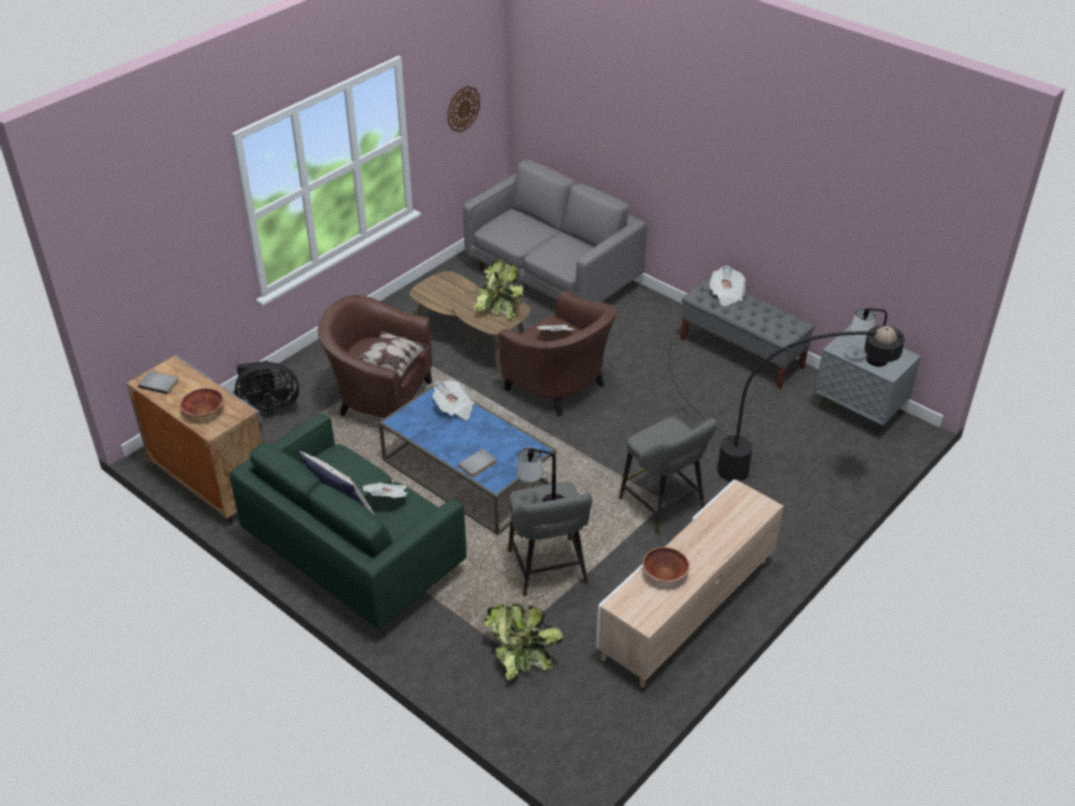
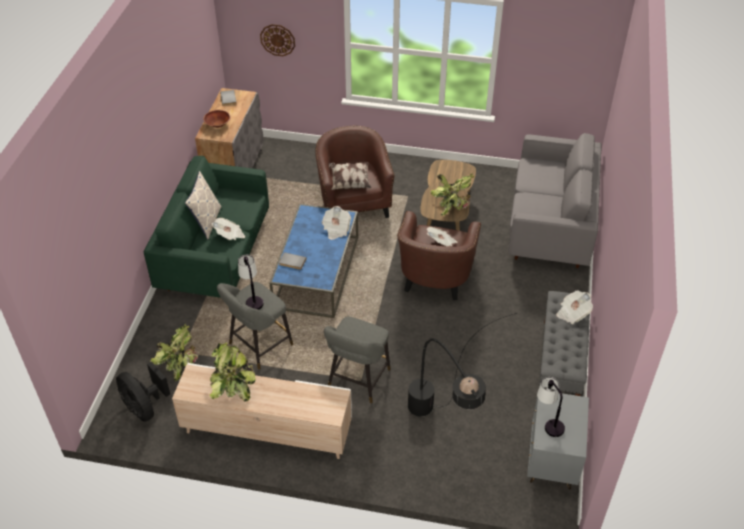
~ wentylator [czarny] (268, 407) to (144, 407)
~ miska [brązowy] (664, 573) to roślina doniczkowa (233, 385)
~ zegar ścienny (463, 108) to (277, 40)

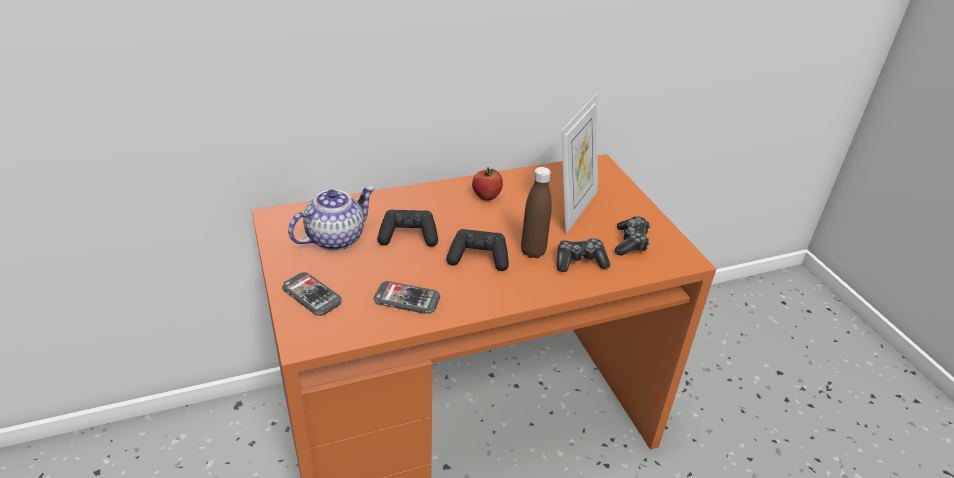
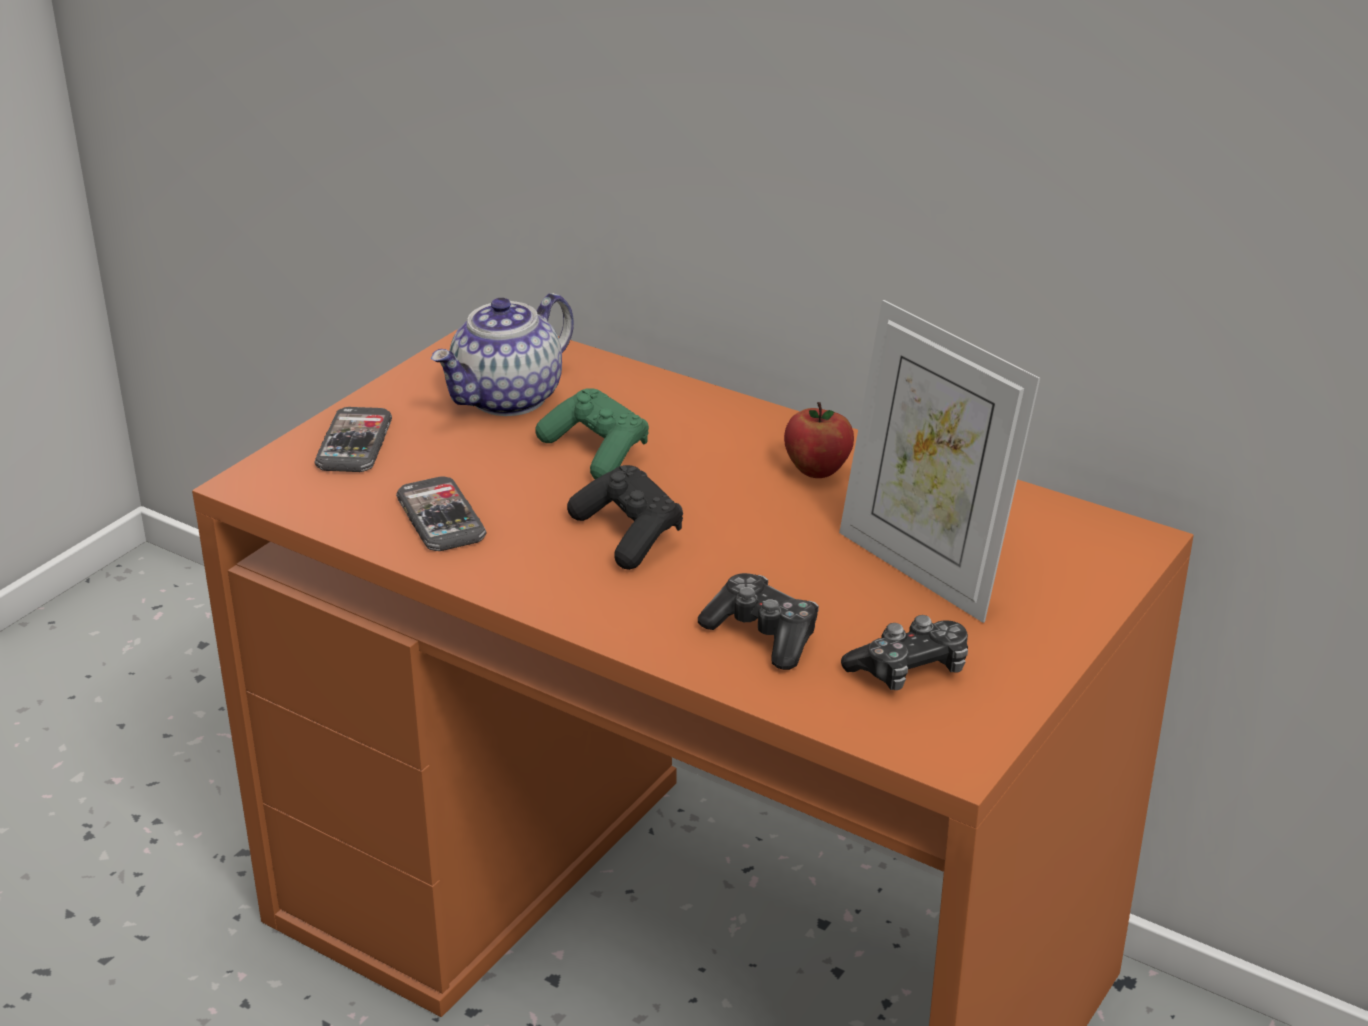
~ imbryk (335, 237) = (508, 399) 120 degrees clockwise
~ pad do gier [czarny] (408, 236) to pad do gier [zielony] (596, 452)
~ ramka na zdjęcie (574, 208) = (924, 568) 60 degrees clockwise
- butelka [brązowy] (533, 252)

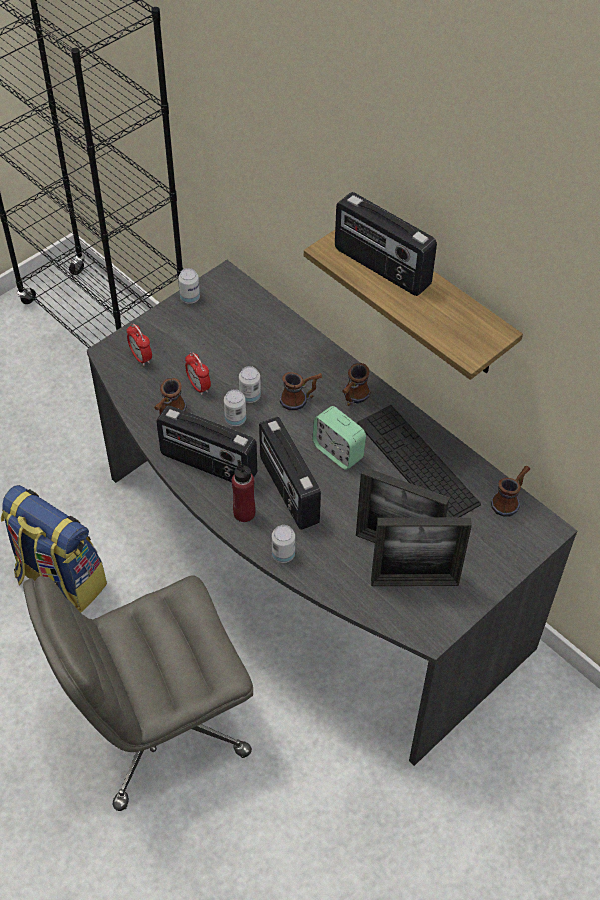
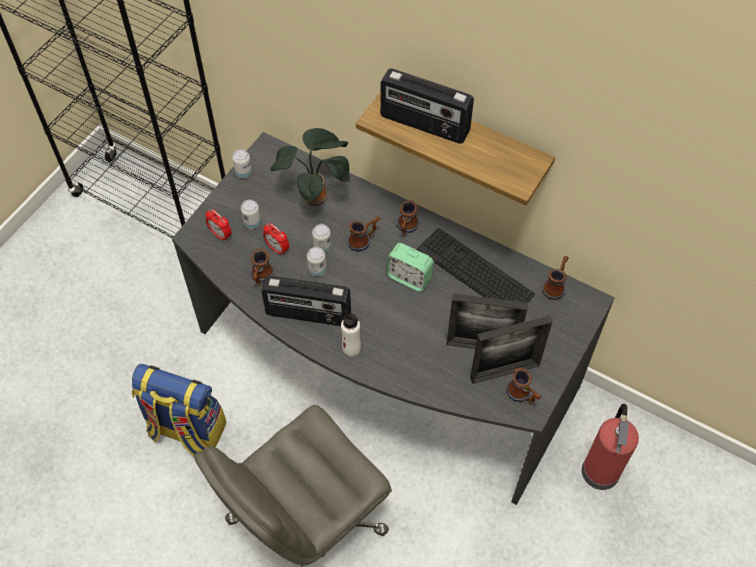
~ puszka (283, 554) to (252, 223)
+ roślina doniczkowa (317, 196)
~ butelka [czerwony] (244, 513) to butelka [biały] (351, 348)
+ kubek (522, 396)
+ gaśnica (601, 469)
- radio (288, 490)

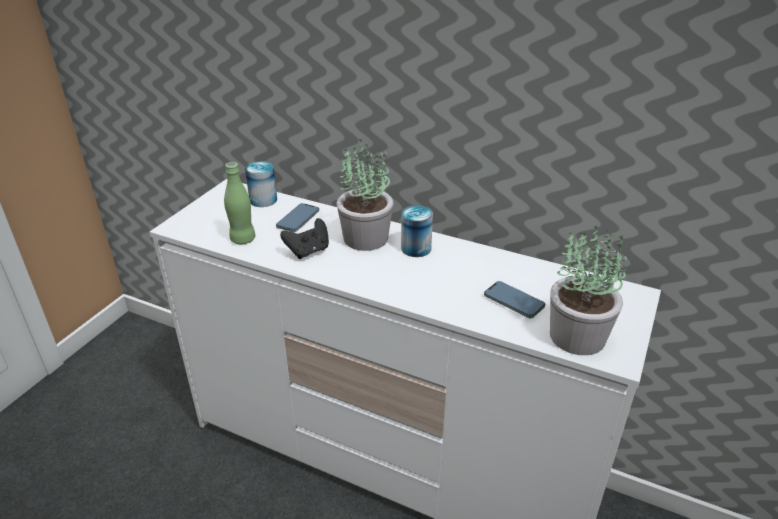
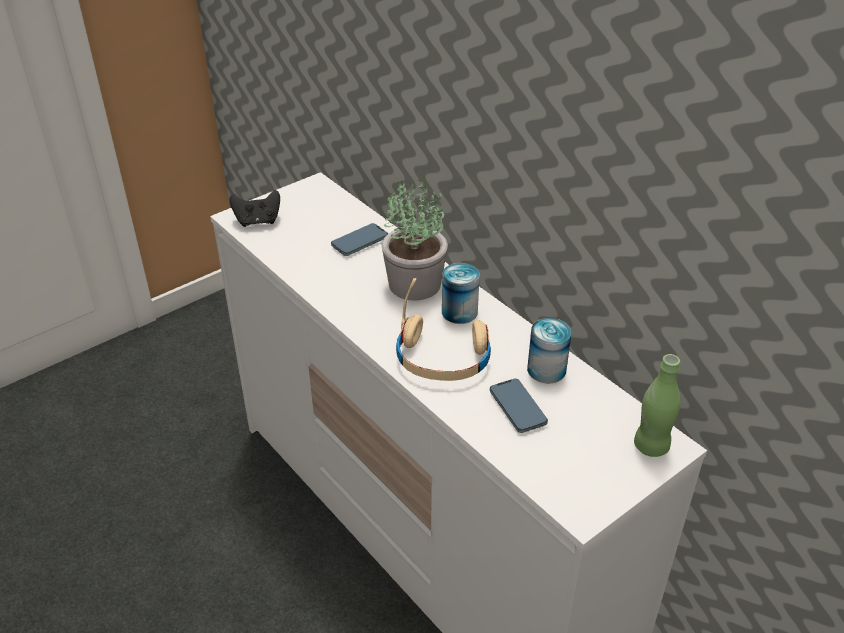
~ pad do gier [czarny] (308, 251) to (258, 221)
+ słuchawki [beżowy] (443, 358)
~ puszka (263, 200) to (546, 369)
~ butelka [zielony] (243, 239) to (651, 446)
- roślina doniczkowa (577, 335)

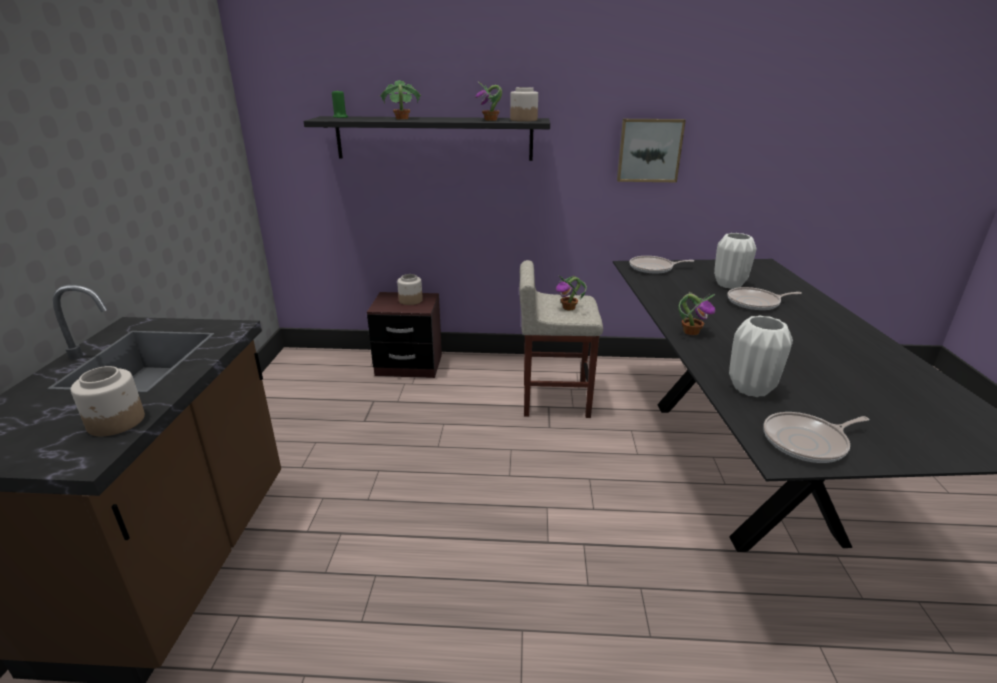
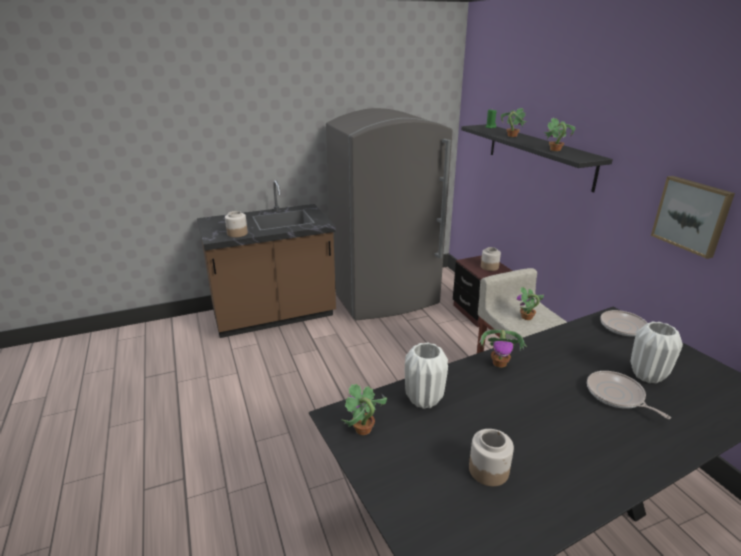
+ lodówka [szary] (385, 298)
~ patelnia (807, 442) to roślina doniczkowa (363, 429)
~ słoik (523, 120) to (488, 470)

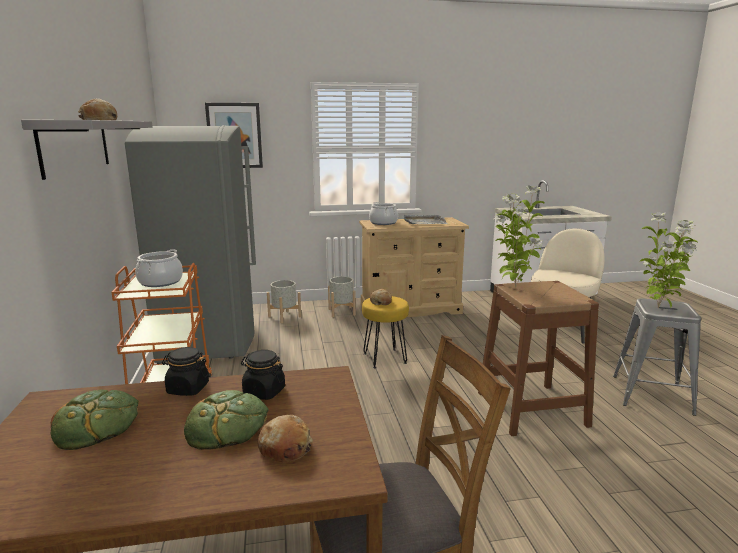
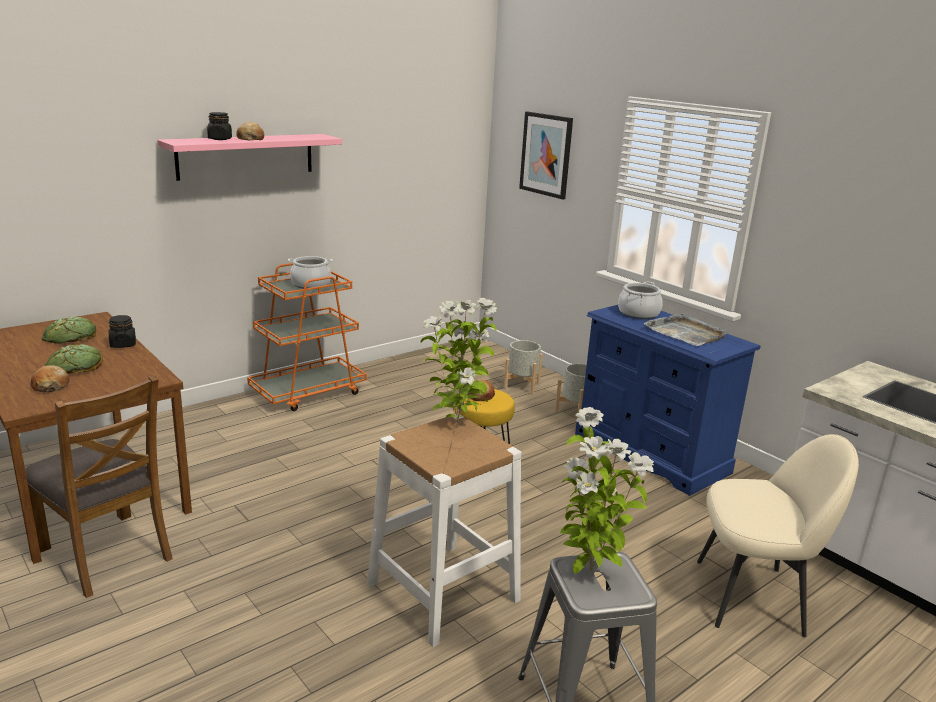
~ półka [szary] (76, 145) to półka [różowy] (246, 156)
~ słoik [czarny] (264, 392) to (220, 139)
~ stołek [brązowy] (531, 408) to stołek [biały] (442, 591)
~ komoda [beżowy] (410, 309) to komoda [niebieski] (650, 453)
- lodówka [szary] (209, 339)

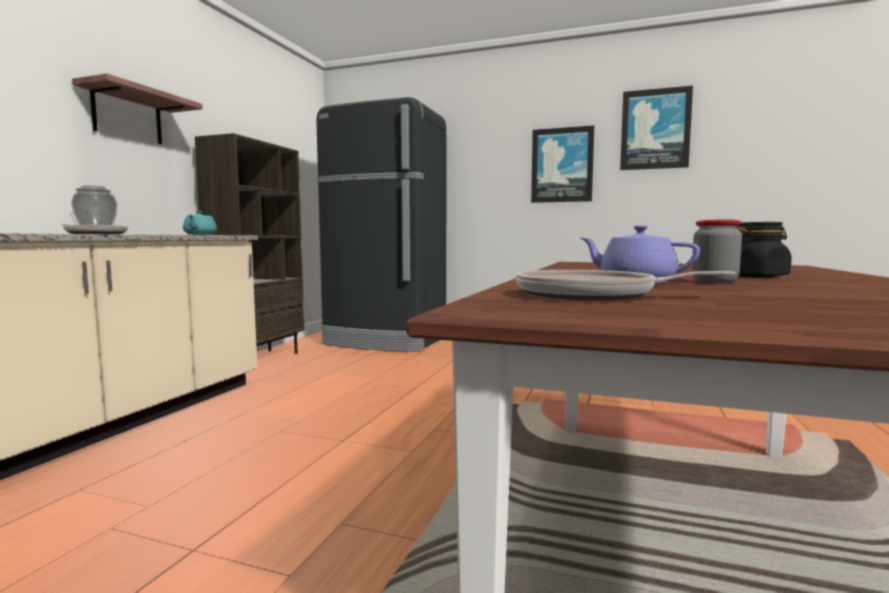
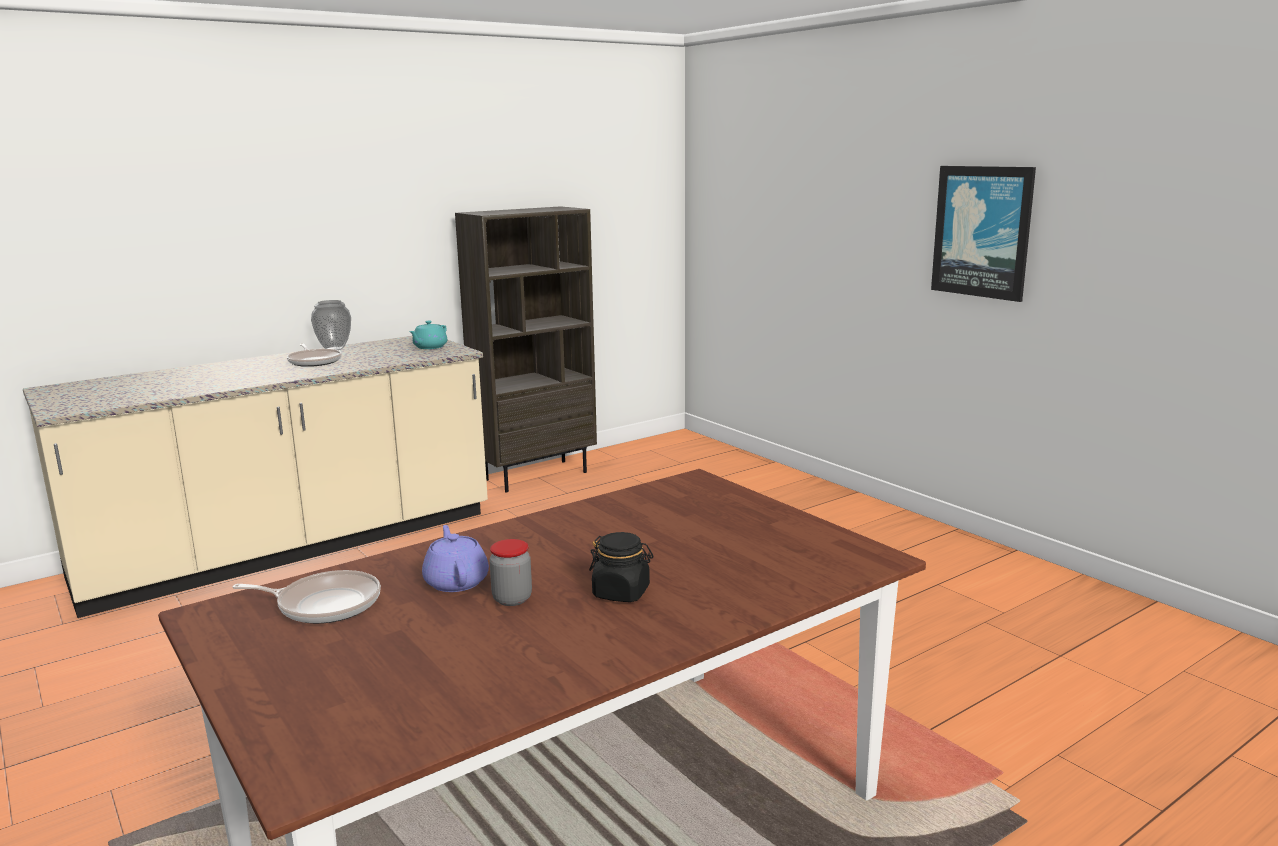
~ patelnia (592, 295) = (324, 604) 135 degrees clockwise
- półka (127, 116)
- lodówka [czarny] (386, 341)
- obraz (655, 129)

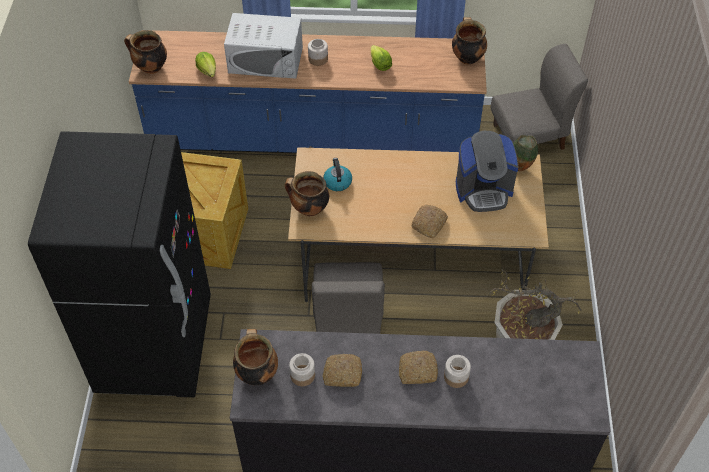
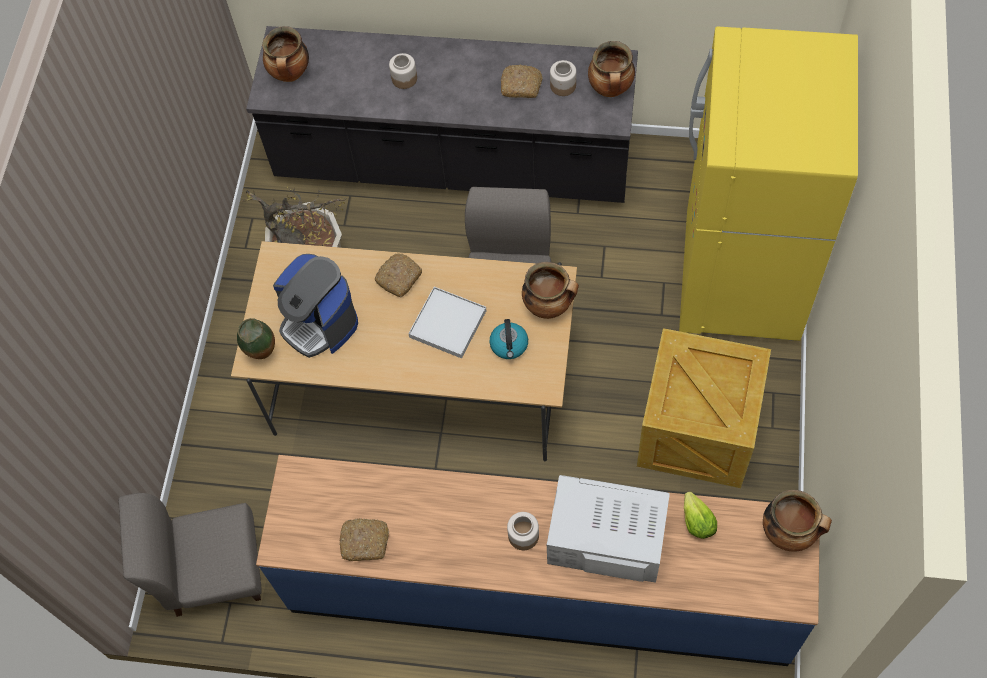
~ garnek (467, 58) to (290, 74)
~ ekspres do kawy (483, 190) = (319, 323) 135 degrees counterclockwise
~ chleb (417, 371) to (365, 541)
+ taca [biały] (448, 324)
~ lodówka [czarny] (155, 345) to lodówka [żółty] (741, 278)
- sałata (379, 64)

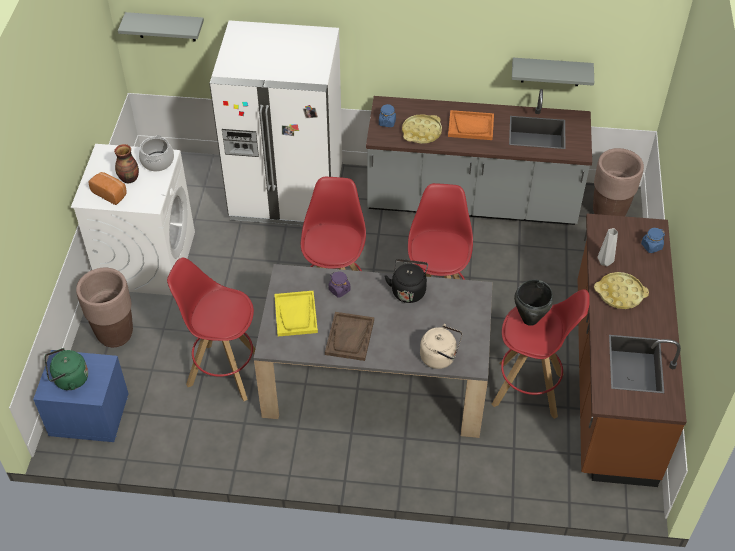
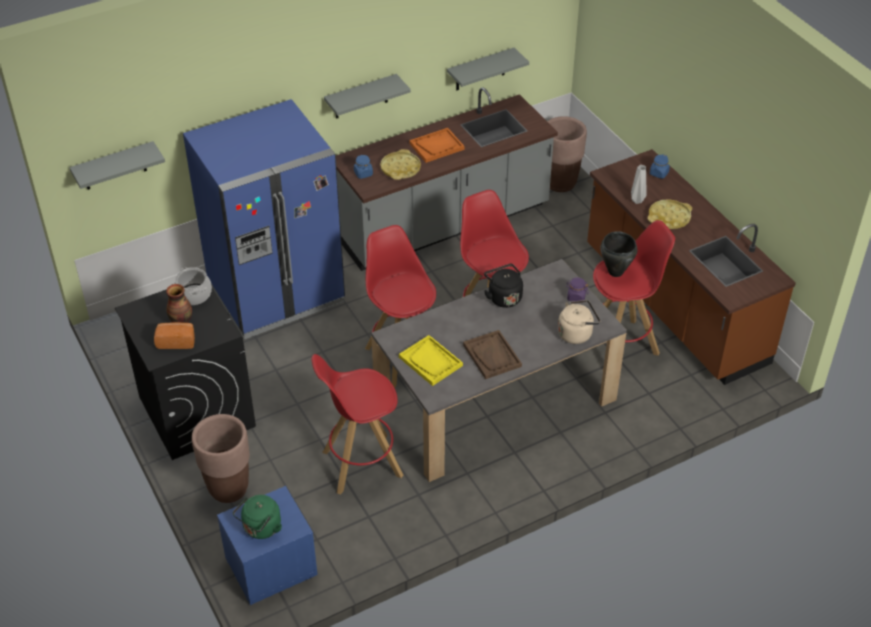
~ pralka [biały] (147, 259) to pralka [czarny] (196, 411)
~ lodówka [biały] (287, 195) to lodówka [niebieski] (276, 294)
+ półka [szary] (361, 97)
~ słoik [fioletowy] (339, 290) to (576, 297)

